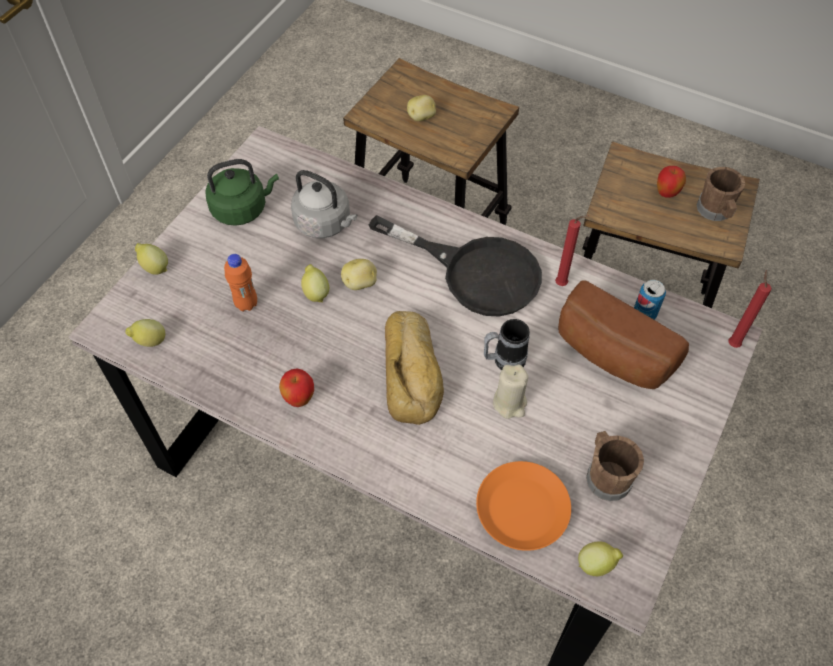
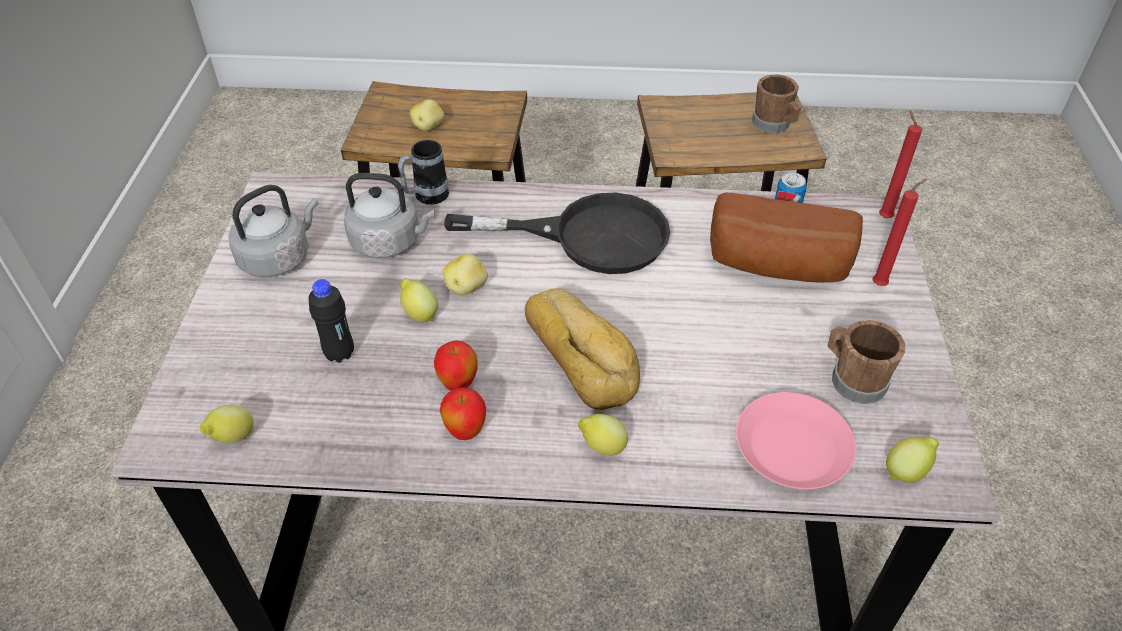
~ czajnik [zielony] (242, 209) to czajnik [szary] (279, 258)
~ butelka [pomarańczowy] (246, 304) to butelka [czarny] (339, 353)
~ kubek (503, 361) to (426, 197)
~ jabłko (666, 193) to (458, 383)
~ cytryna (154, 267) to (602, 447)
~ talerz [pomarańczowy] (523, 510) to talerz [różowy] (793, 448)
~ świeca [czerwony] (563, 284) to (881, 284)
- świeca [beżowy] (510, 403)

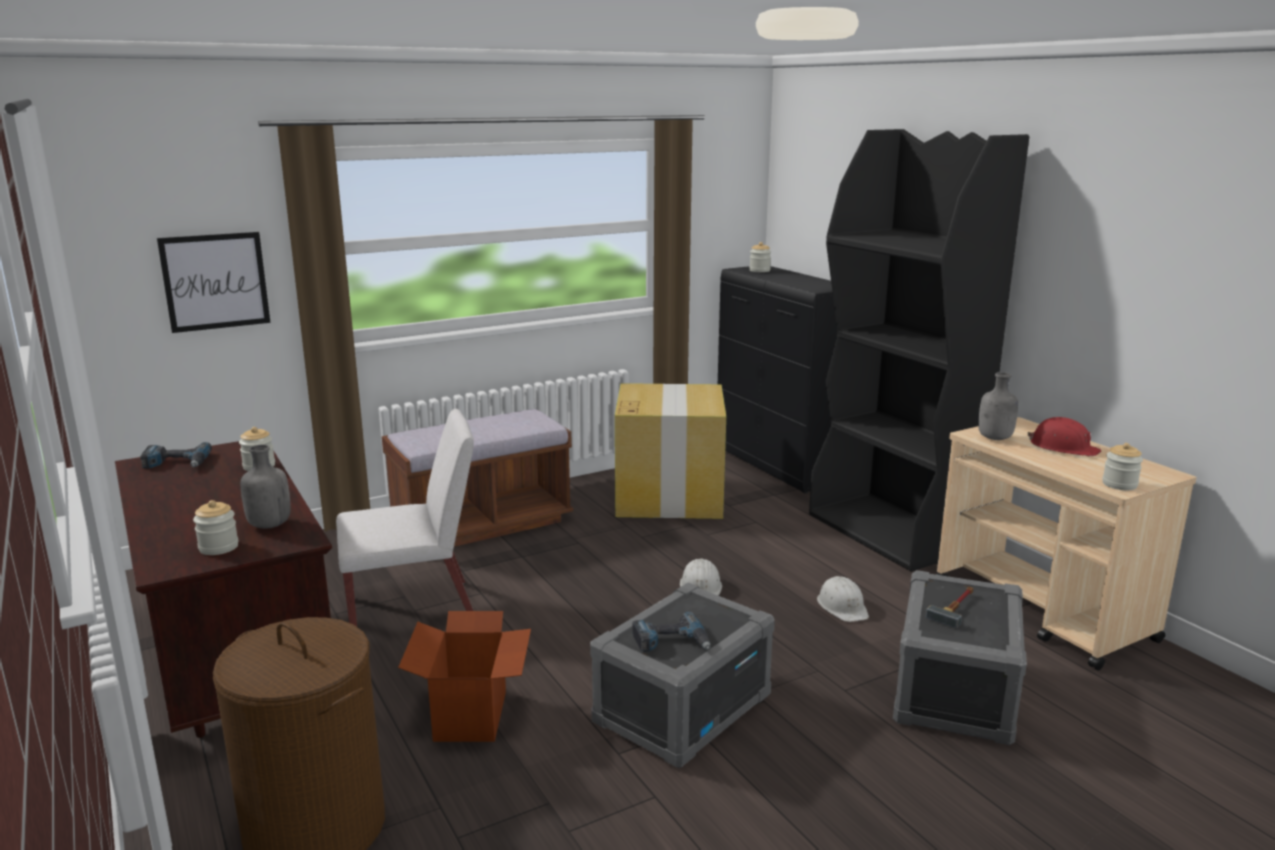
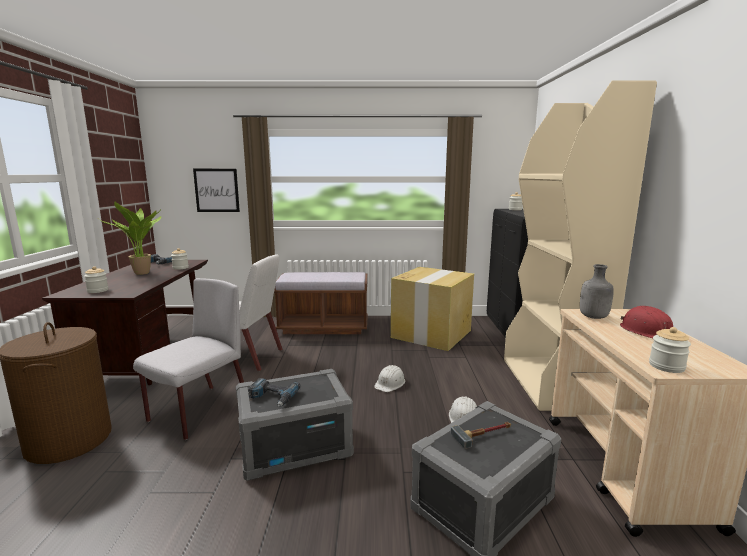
+ roślina doniczkowa (144, 273)
~ karton (472, 715) to krzesło [szary] (198, 412)
~ regał [czarny] (891, 532) to regał [beżowy] (550, 383)
- butelka [szary] (268, 525)

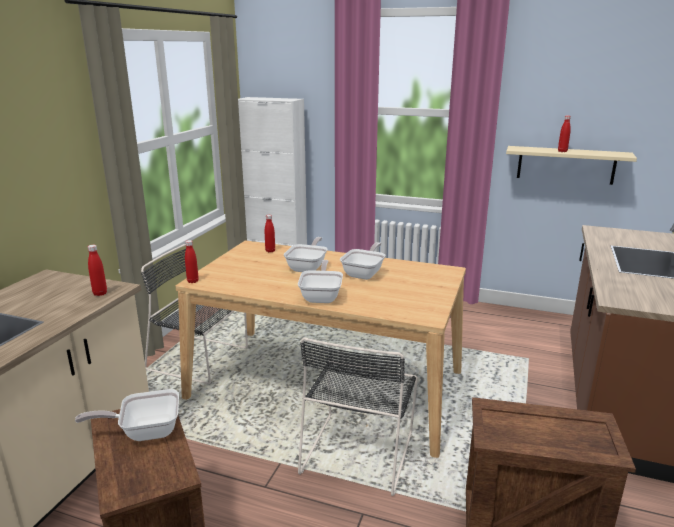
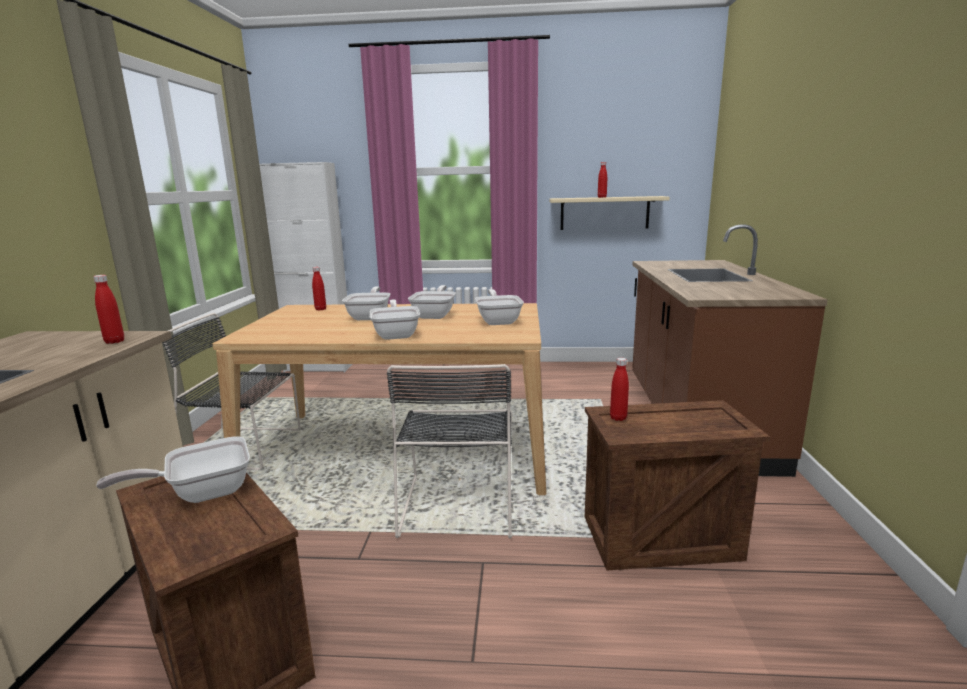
+ patelnia (498, 321)
~ butelka [czerwony] (193, 281) to (618, 418)

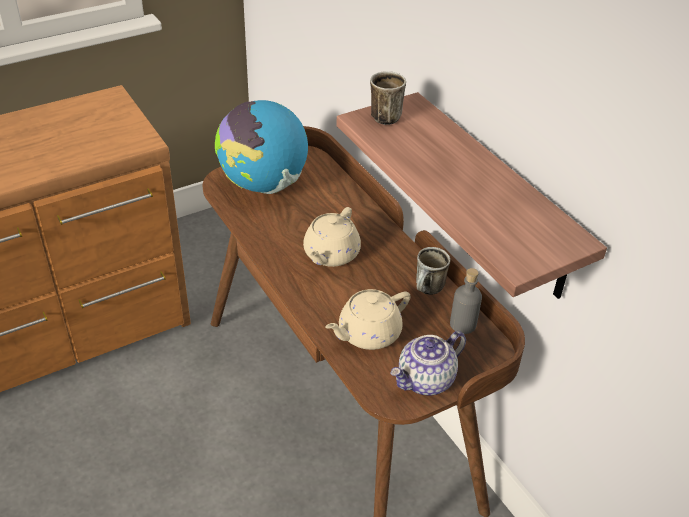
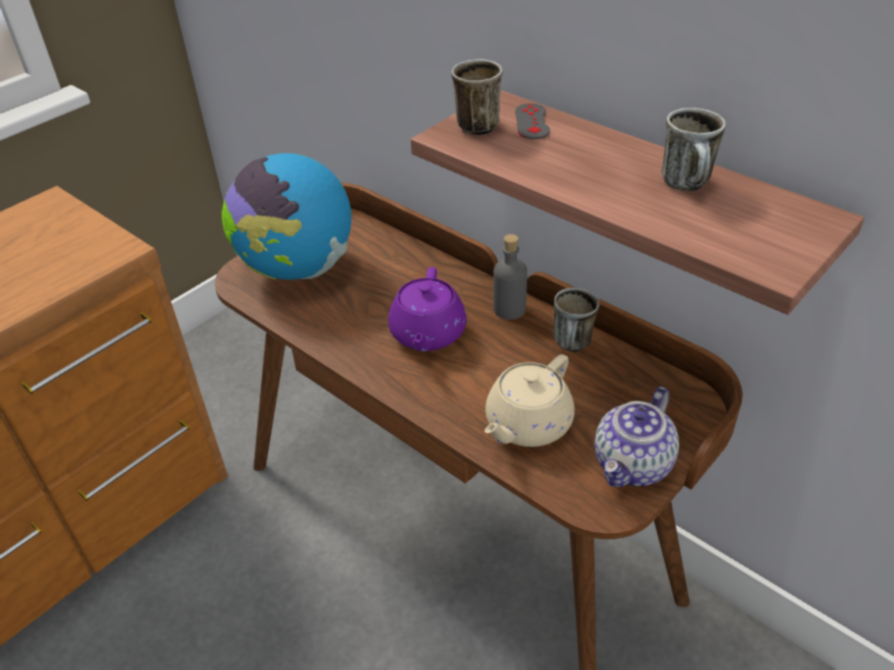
~ imbryk [beżowy] (330, 254) to imbryk [fioletowy] (427, 334)
~ butelka [szary] (463, 324) to (509, 309)
+ pad do gier [szary] (532, 122)
+ kubek (689, 186)

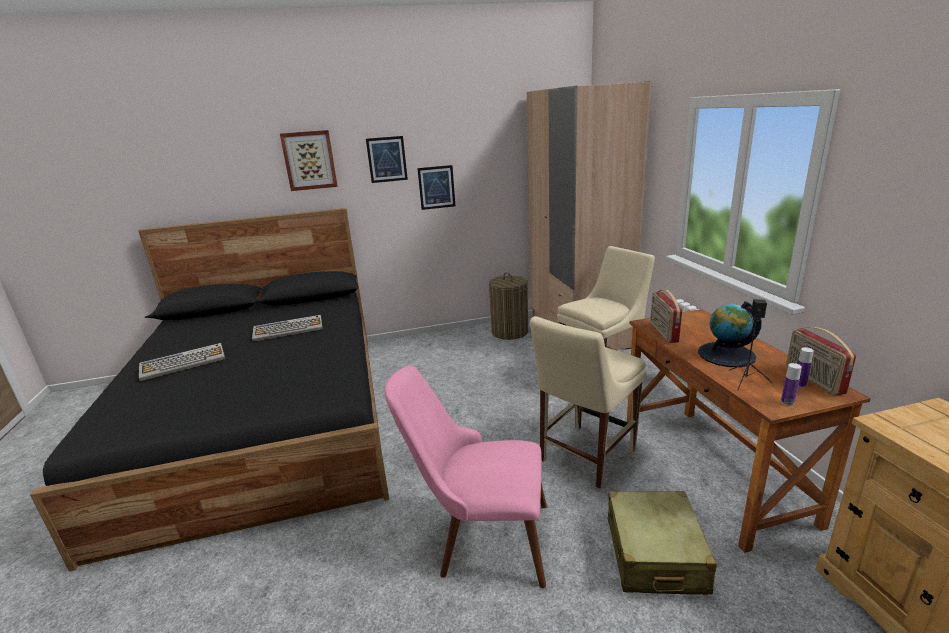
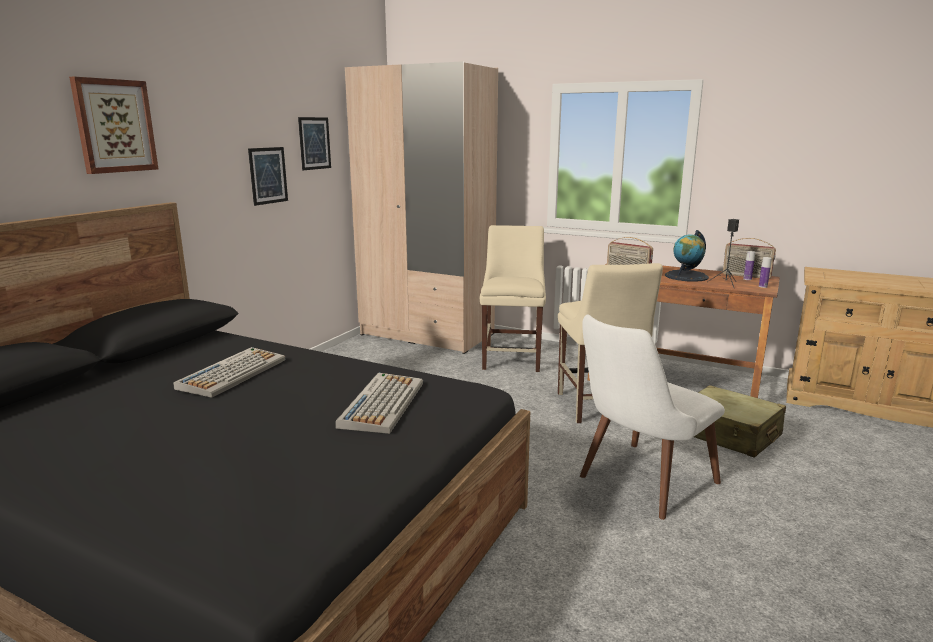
~ obraz (387, 159) to (314, 143)
~ klawiatura (184, 362) to (382, 403)
~ krzesło [różowy] (479, 538) to krzesło [biały] (638, 485)
- kosz na pranie (510, 332)

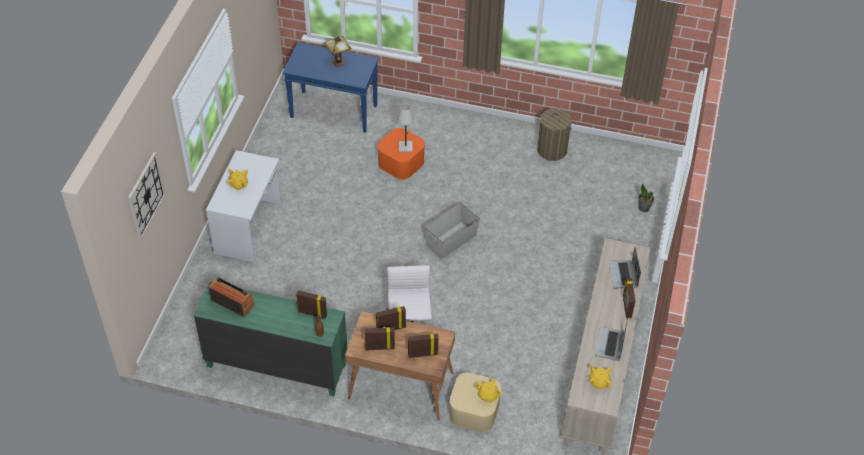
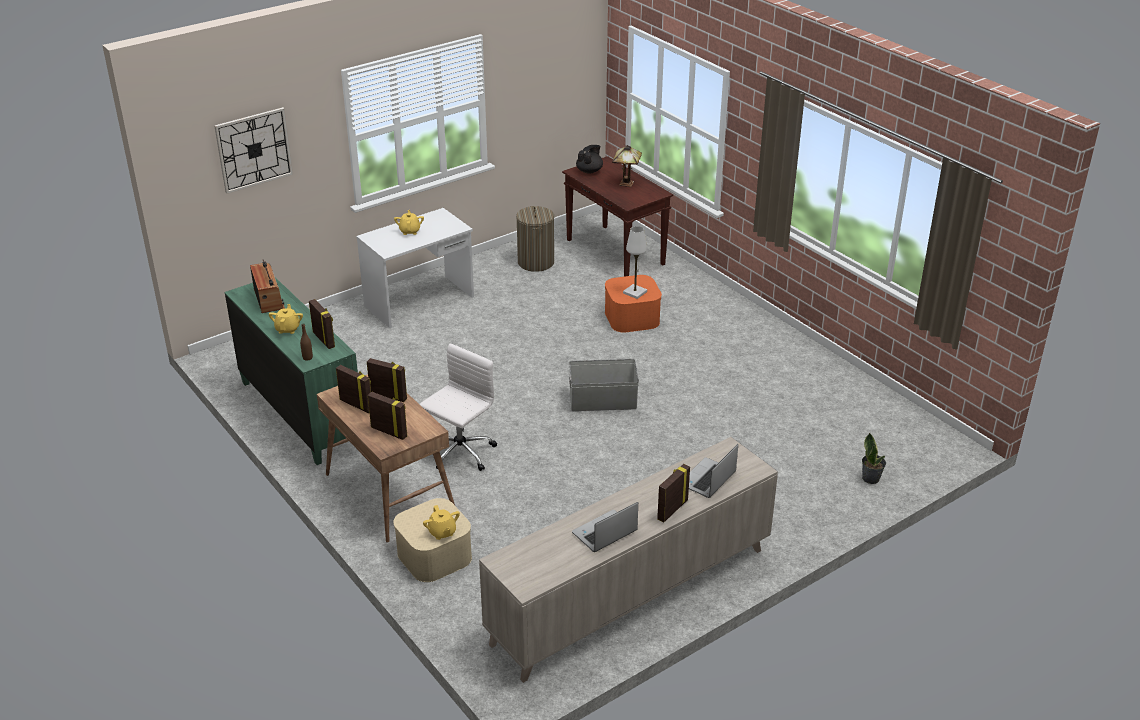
~ imbryk [żółty] (599, 382) to (288, 329)
~ kosz na pranie (552, 150) to (536, 262)
~ stolik konsolowy [niebieski] (334, 111) to stolik konsolowy [brązowy] (616, 253)
+ imbryk [czarny] (589, 171)

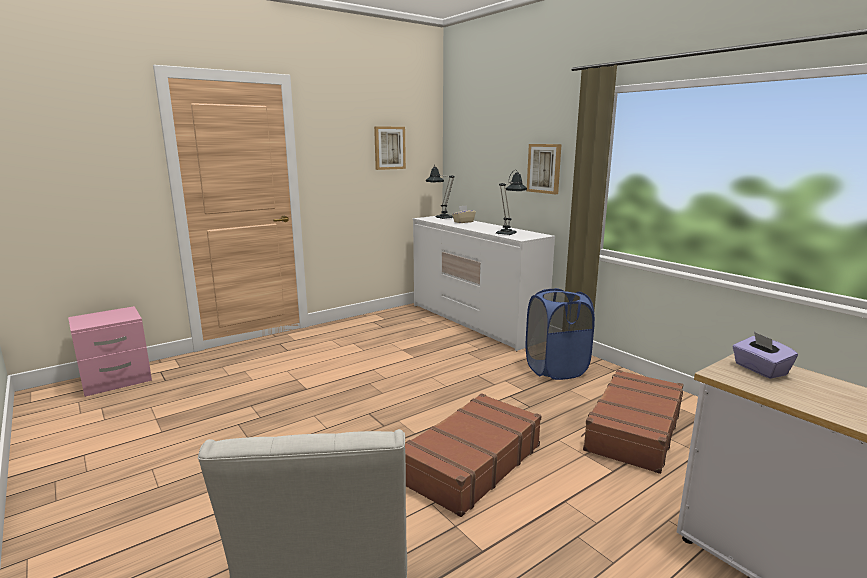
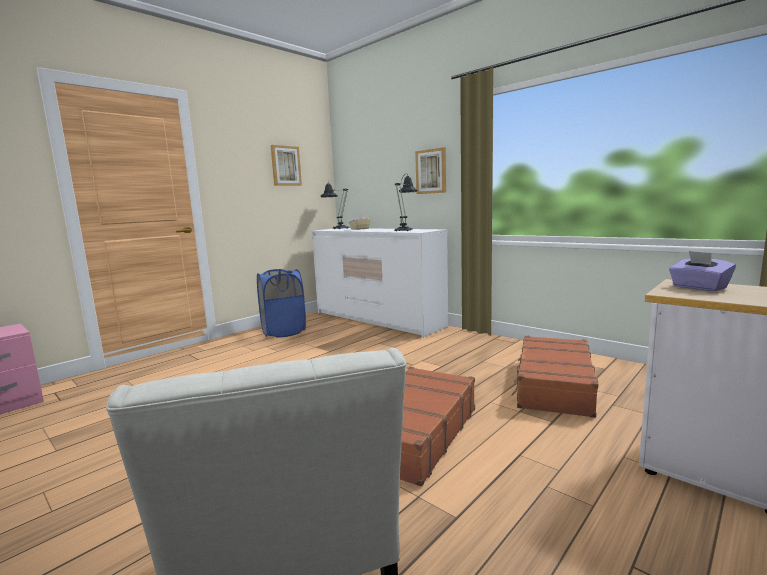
~ kosz na pranie [niebieski] (556, 369) to (283, 332)

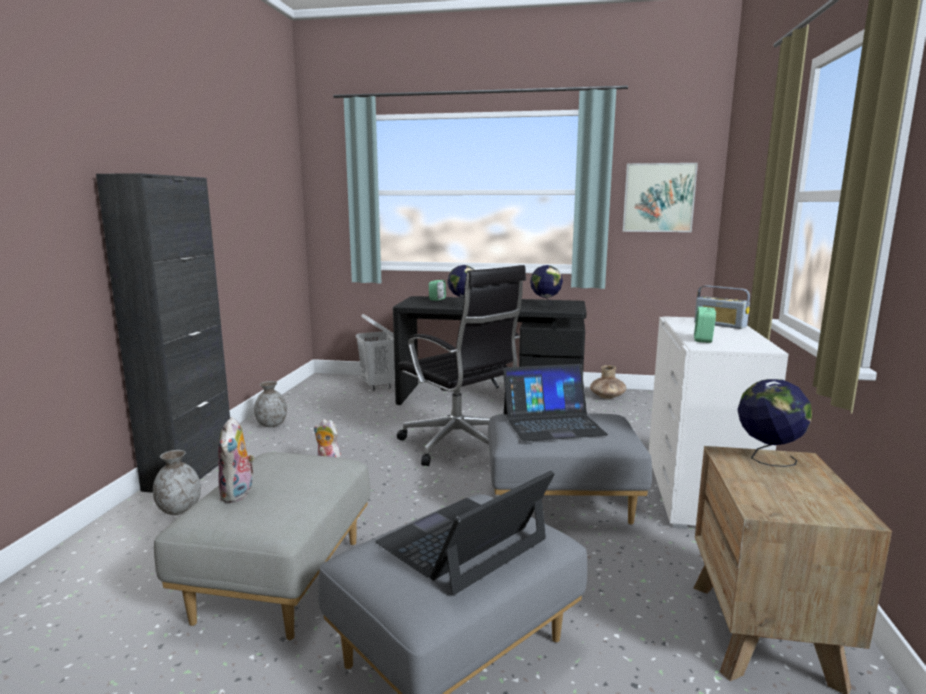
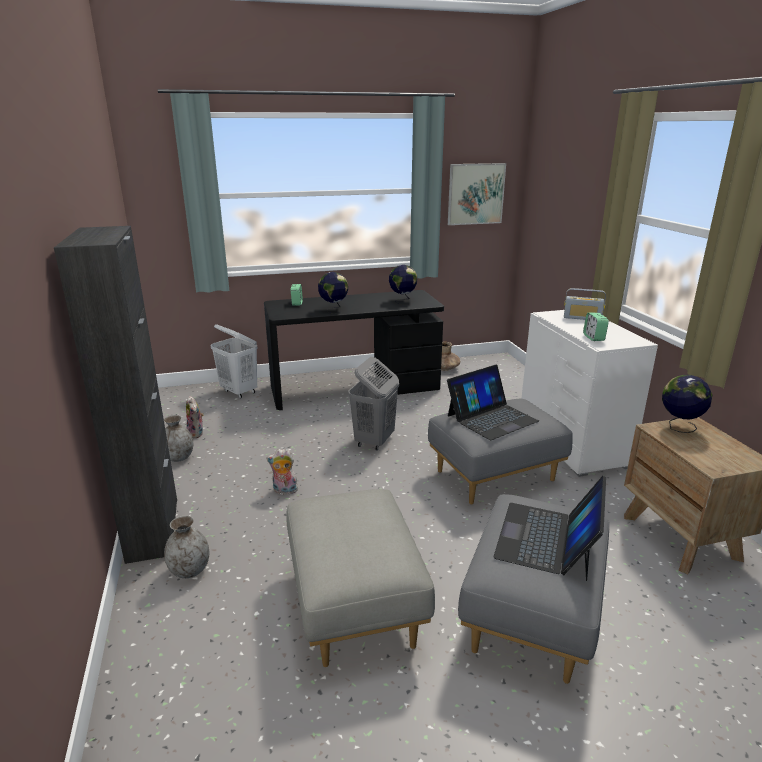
~ pluszak (238, 494) to (197, 434)
~ krzesło biurowe [czarny] (460, 445) to kosz na pranie [szary] (374, 441)

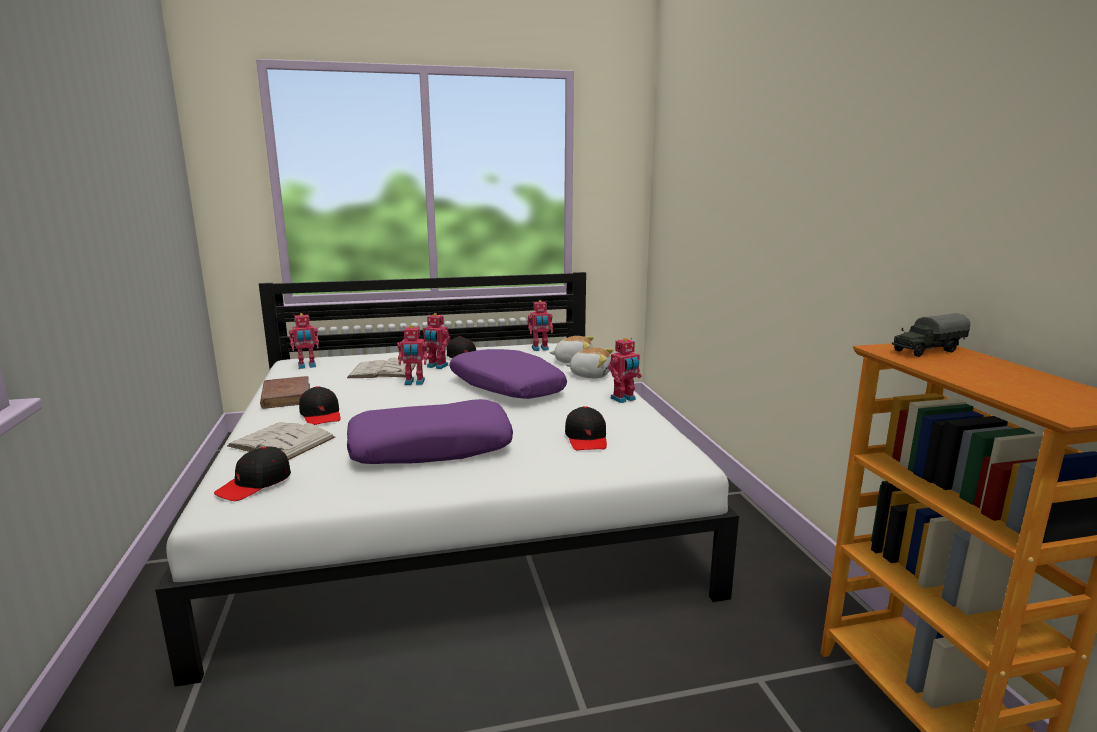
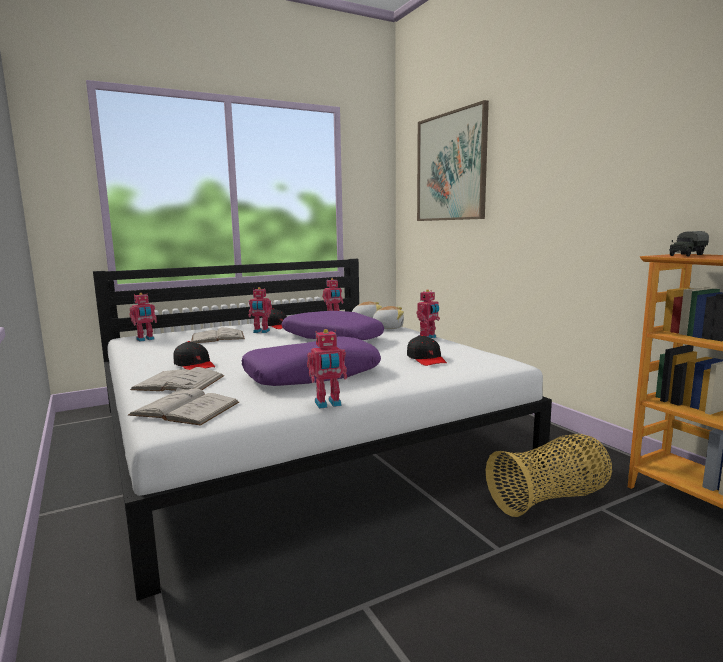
~ czapka z daszkiem [czarny] (255, 484) to książka [biały] (185, 409)
~ robot zabawkowy (414, 382) to (328, 404)
+ obraz (451, 167)
+ koszyk (549, 499)
- książka [brązowy] (286, 396)

